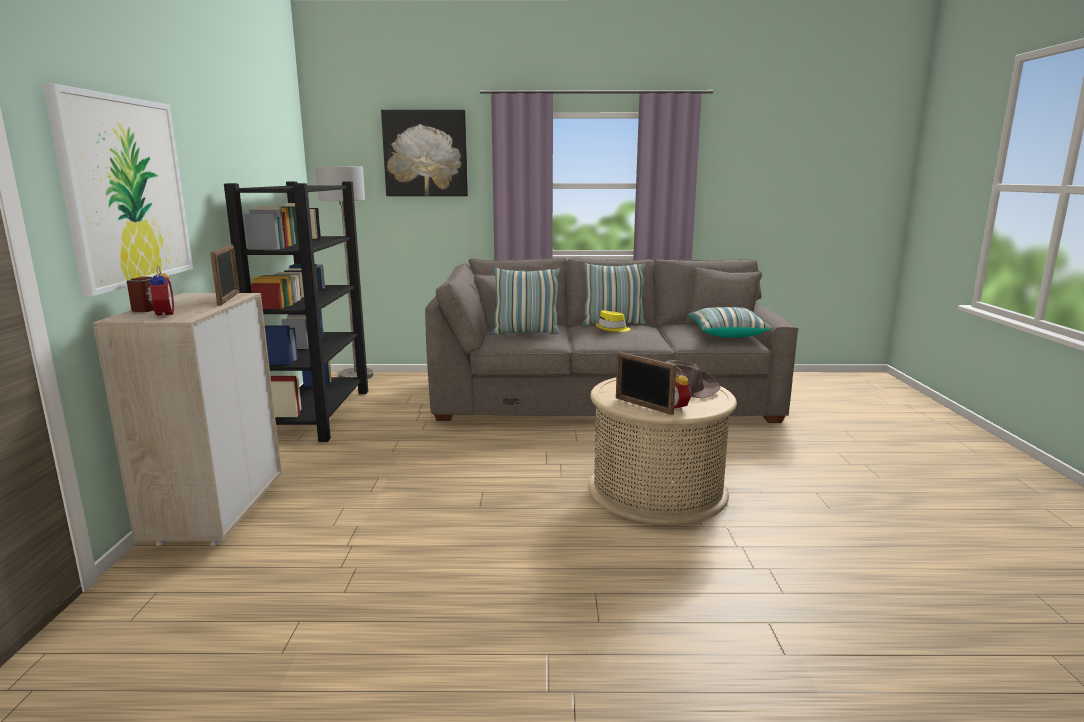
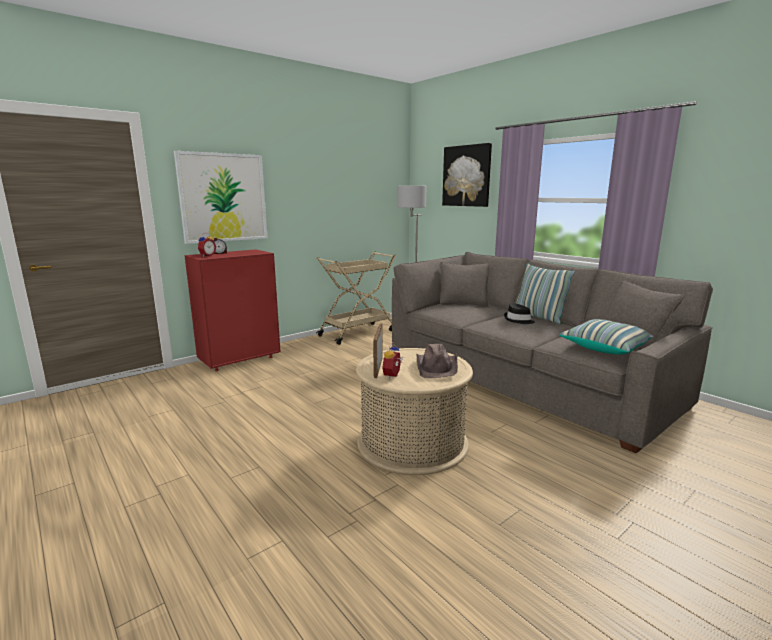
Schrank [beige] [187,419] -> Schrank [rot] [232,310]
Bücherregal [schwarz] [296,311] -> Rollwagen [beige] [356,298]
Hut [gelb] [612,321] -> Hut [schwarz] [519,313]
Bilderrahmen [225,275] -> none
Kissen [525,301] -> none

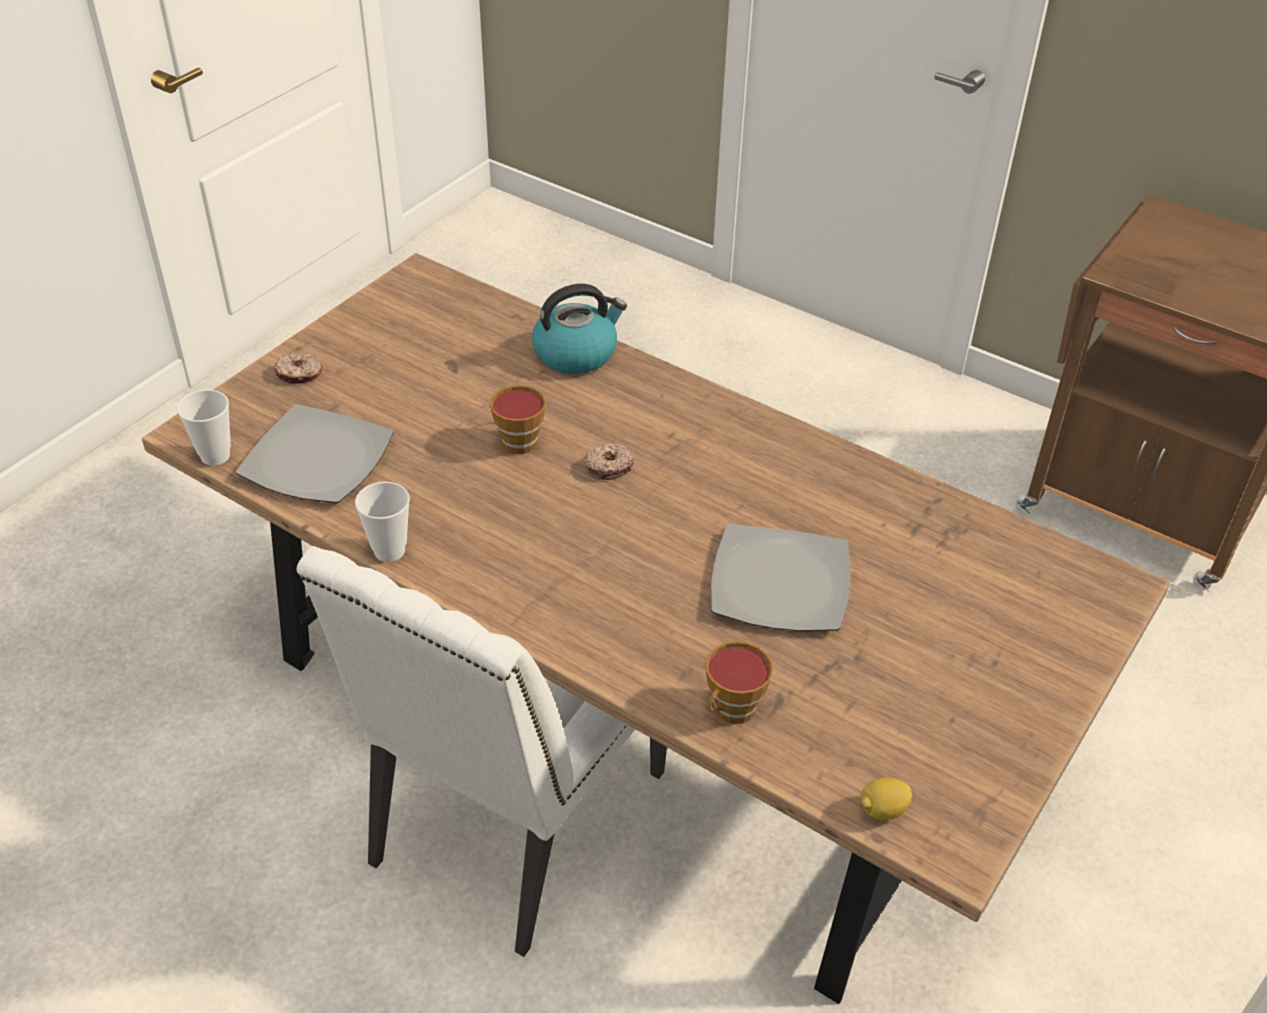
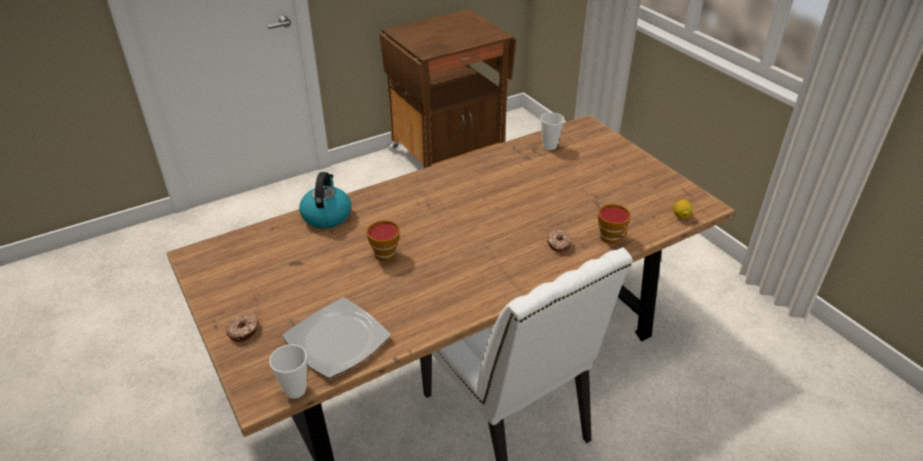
Tasse [382,522] -> Tasse [552,131], shifted
Donut [609,461] -> Donut [559,241], shifted
Teller [780,577] -> none

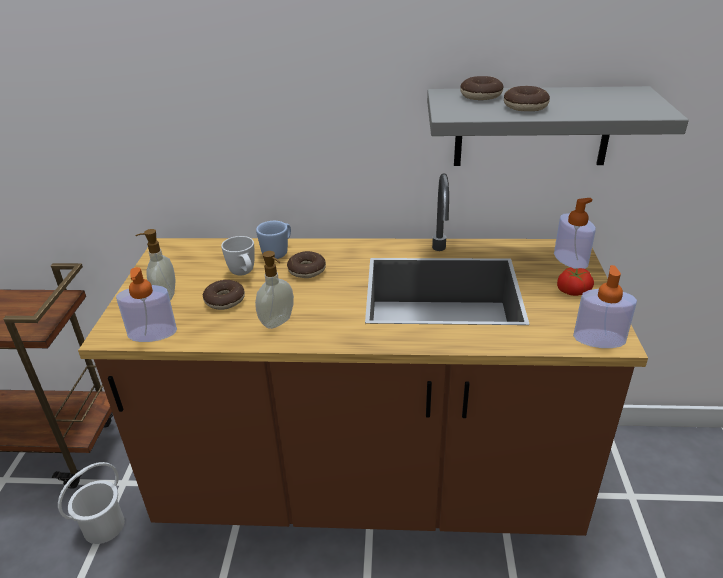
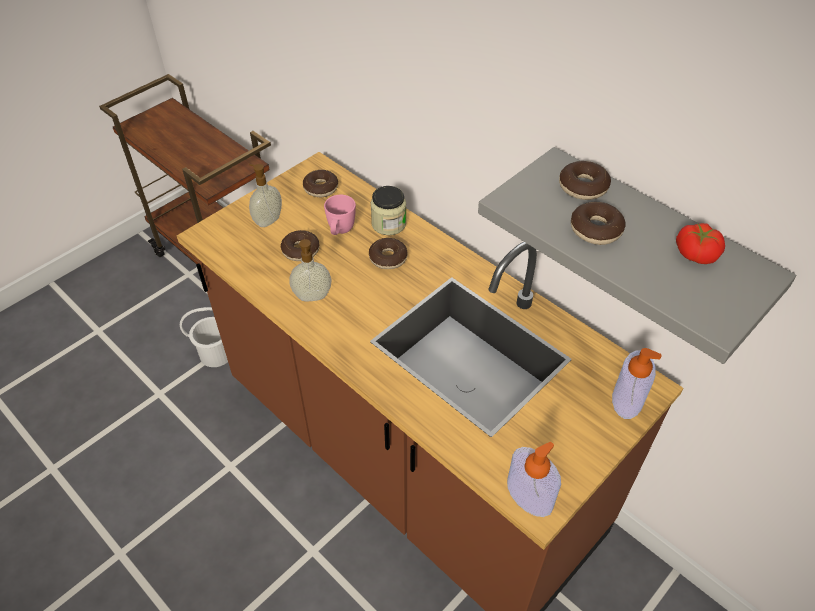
none -> Donut [320,183]
Henkelbecher [weiß] [238,255] -> Henkelbecher [rosa] [340,215]
Henkelbecher [blau] [273,240] -> Vorratsglas [388,210]
Tomate [575,281] -> Tomate [700,243], shifted
Seifenspender [146,304] -> none

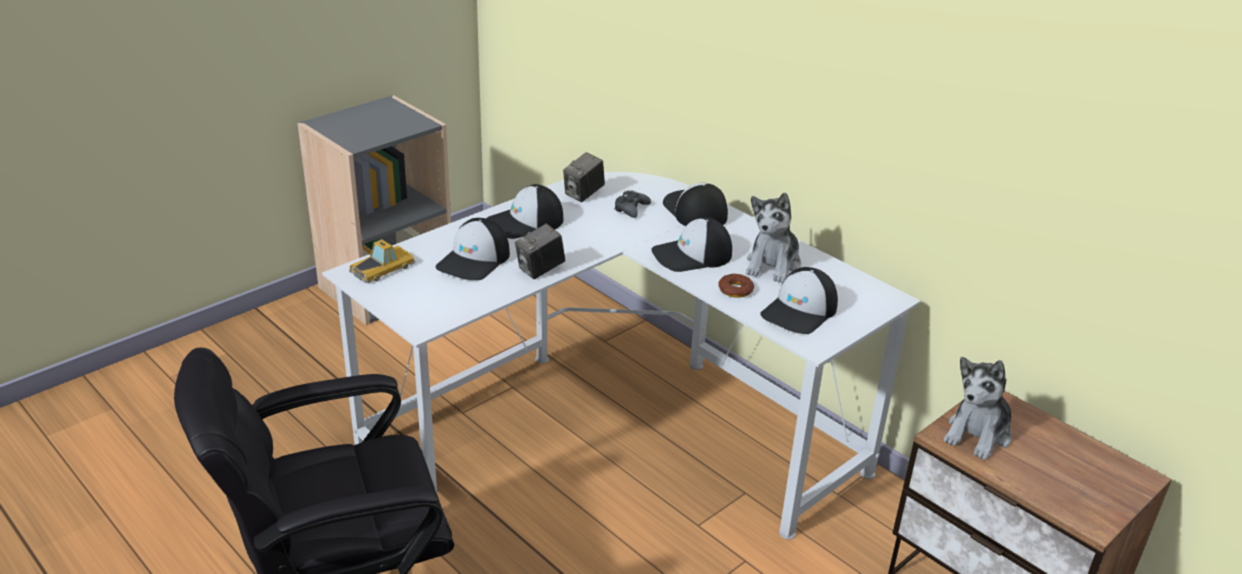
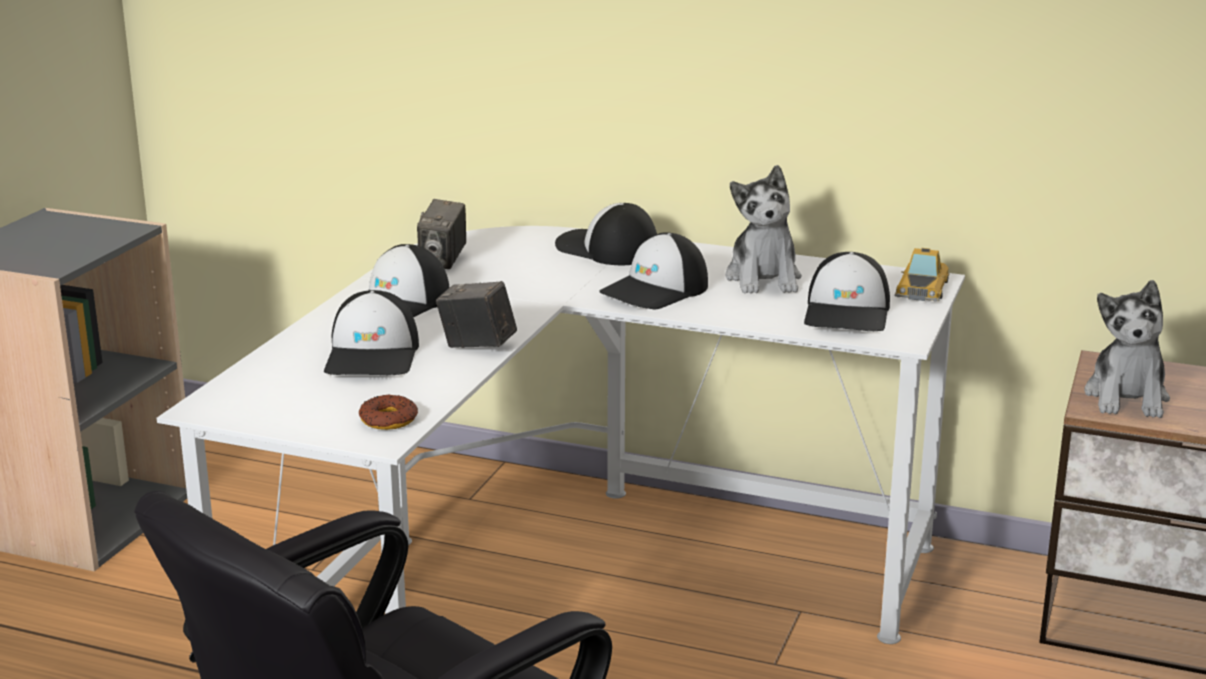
Donut [736,285] -> Donut [388,412], shifted
Kamera [540,251] -> Kamera [476,314], 90 degrees clockwise
Spielzeugauto [382,261] -> Spielzeugauto [922,274], shifted
Gamepad [schwarz] [632,204] -> none

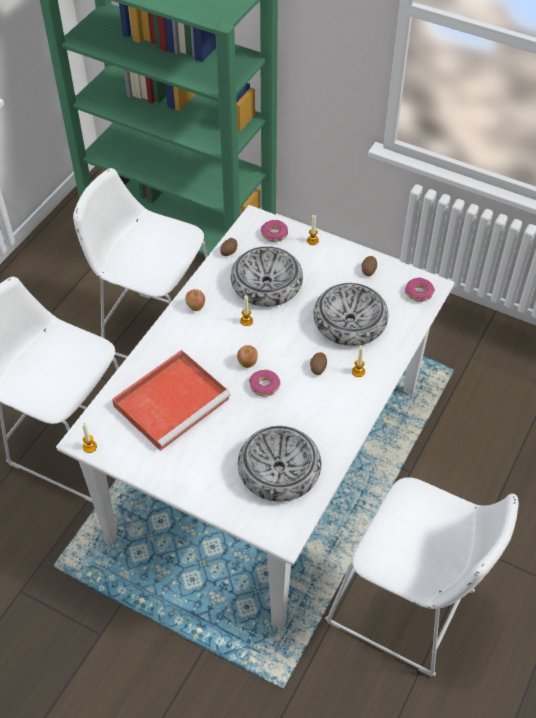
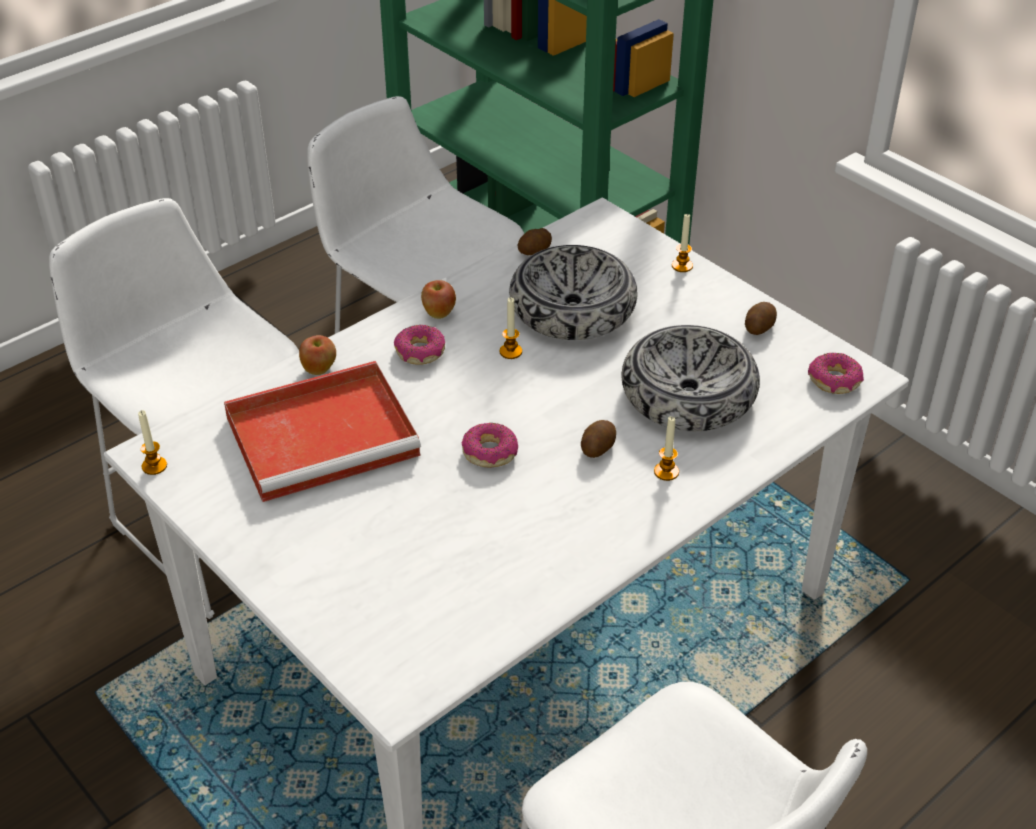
Apfel [247,356] -> Apfel [317,355], shifted
Donut [274,231] -> Donut [419,344], shifted
Schüssel [279,464] -> none

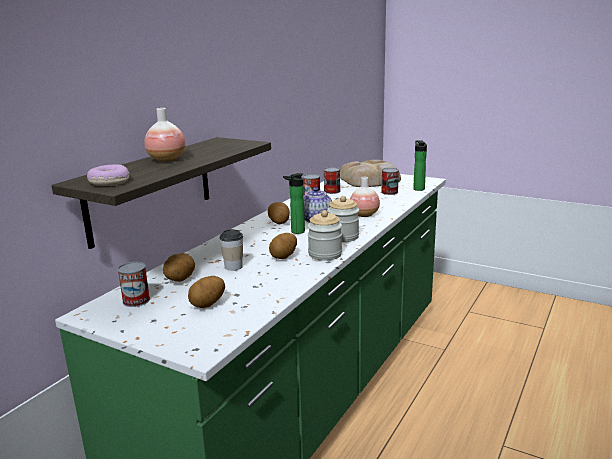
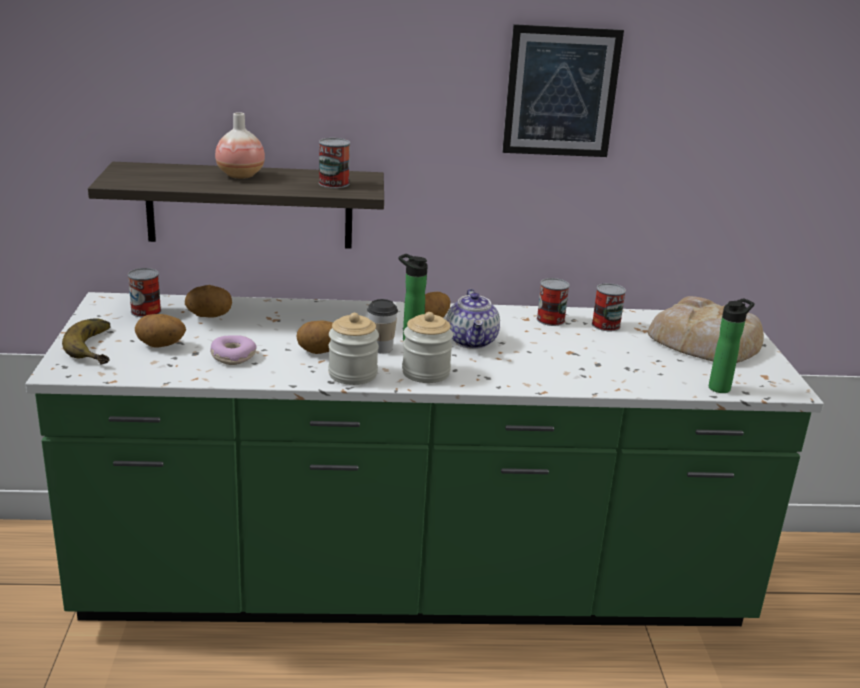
none -> Banane [86,341]
Donut [108,175] -> Donut [233,350], shifted
Dose [390,181] -> Dose [334,163], shifted
Tasse [231,250] -> Tasse [382,326], shifted
none -> Bild [563,90]
Vase [365,197] -> none

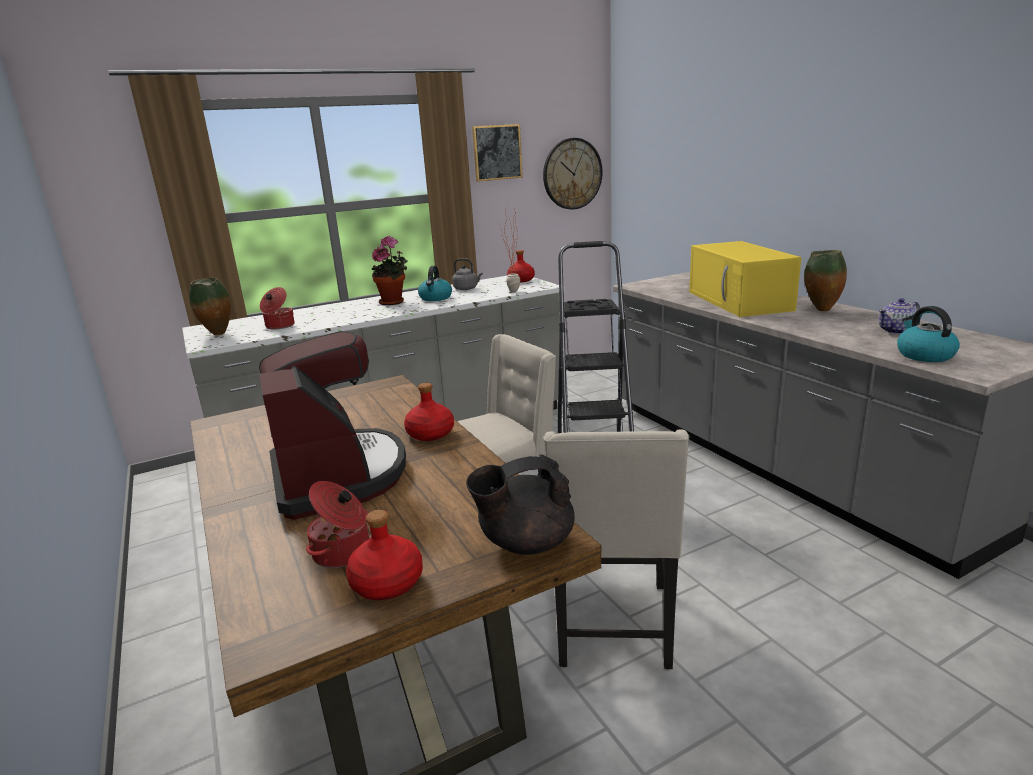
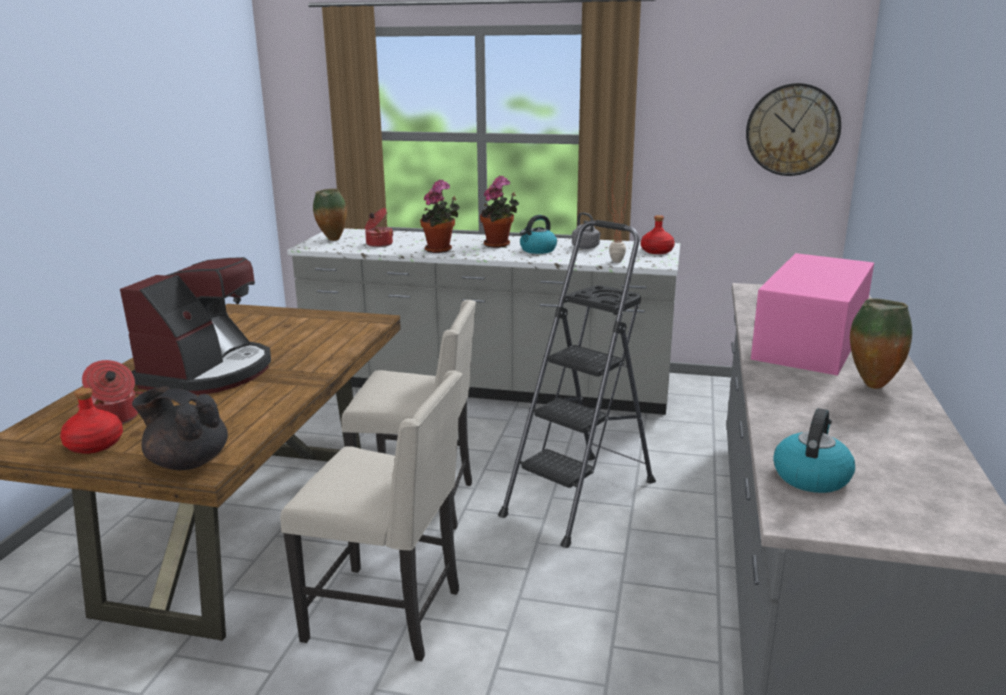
Stuhl [beige] [616,550] -> Stuhl [beige] [371,516], 120 degrees counterclockwise
none -> Topfpflanze [440,216]
Mikrowelle [gelb] [745,279] -> Mikrowelle [rosa] [812,314]
Flasche [rot] [429,412] -> none
Bild [497,153] -> none
Teekanne [899,316] -> none

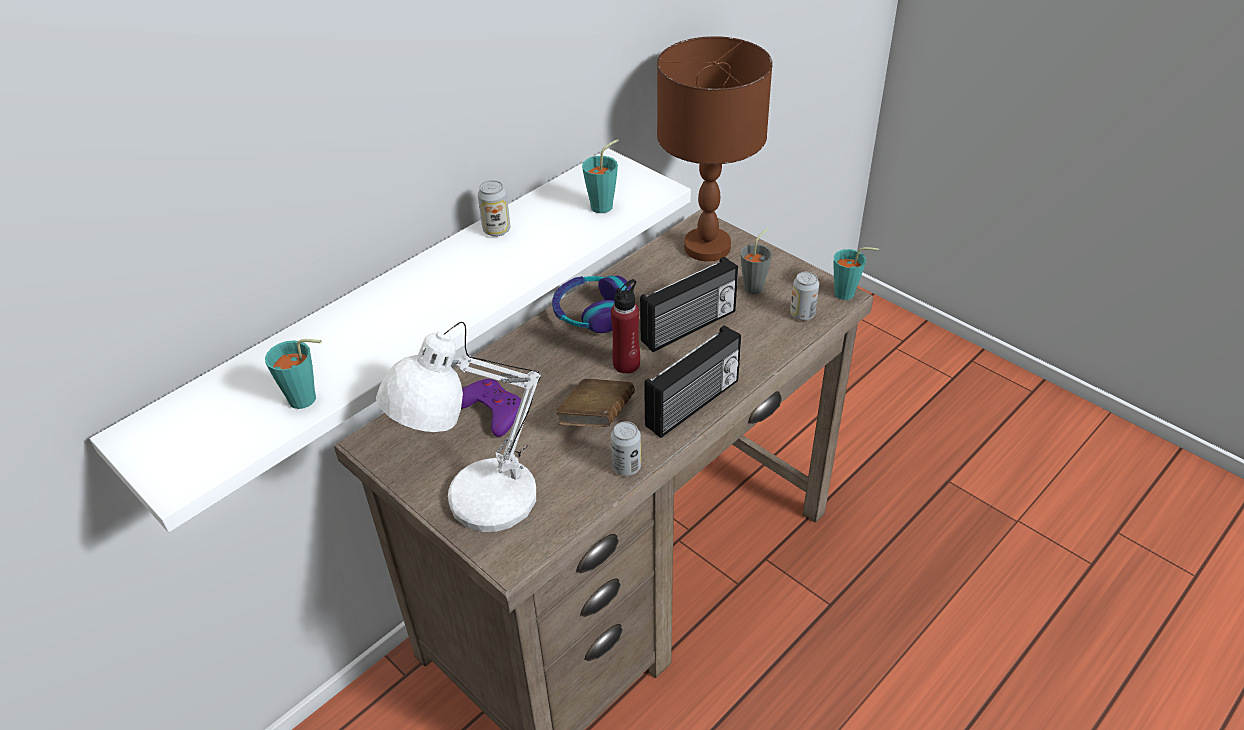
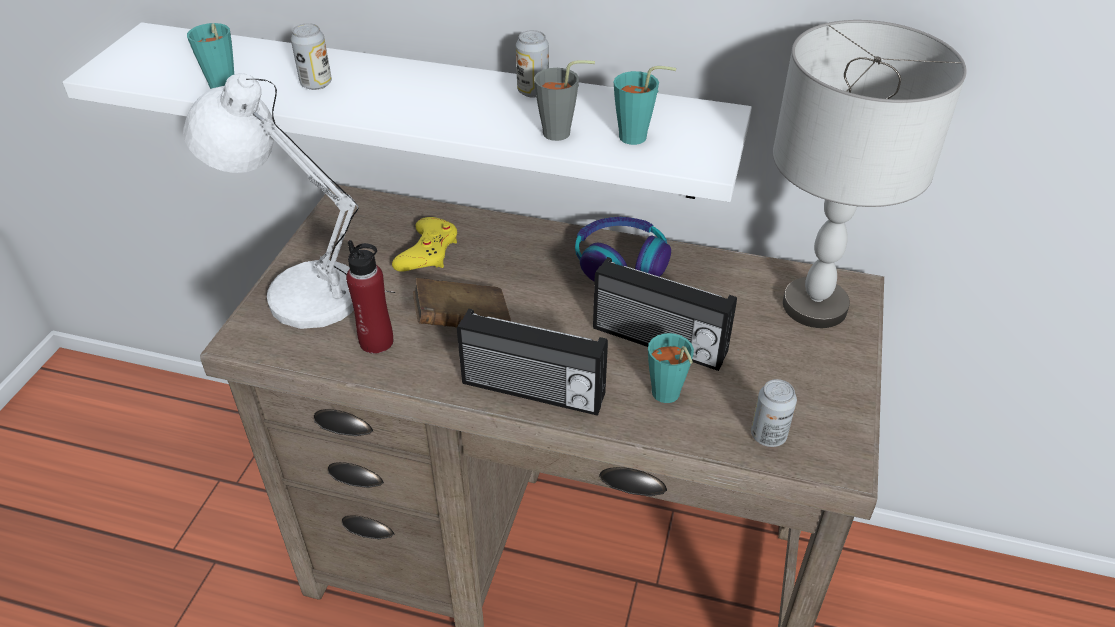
Dose [626,448] -> Dose [311,56], shifted
Flasche [rot] [625,326] -> Flasche [rot] [369,297], shifted
Gamepad [lila] [491,408] -> Gamepad [gelb] [424,244]
Tasse [grau] [756,261] -> Tasse [grau] [564,100], shifted
Tasse [türkis] [856,273] -> Tasse [türkis] [671,368], shifted
Tischlampe [braun] [715,149] -> Tischlampe [grau] [870,174]

